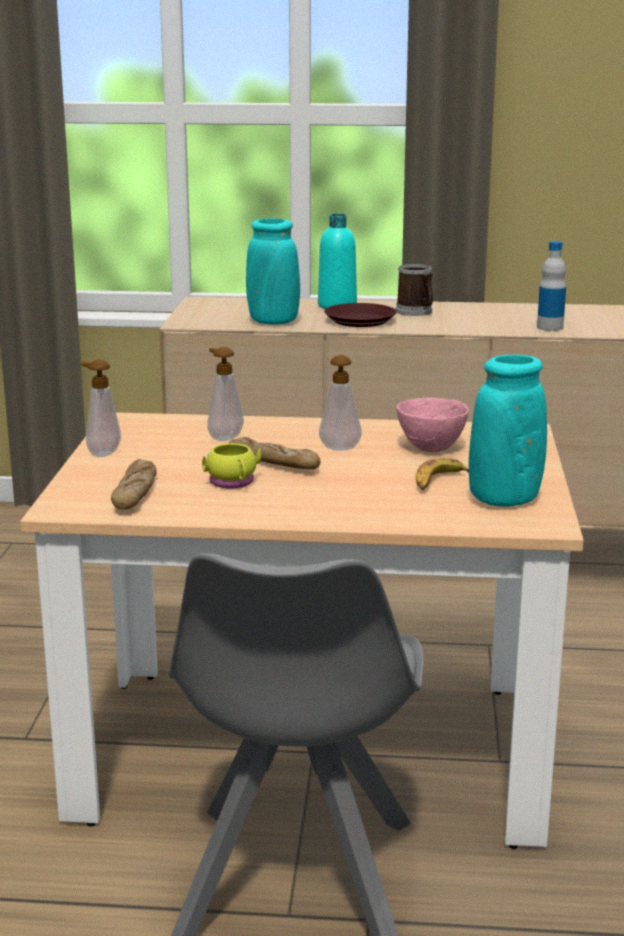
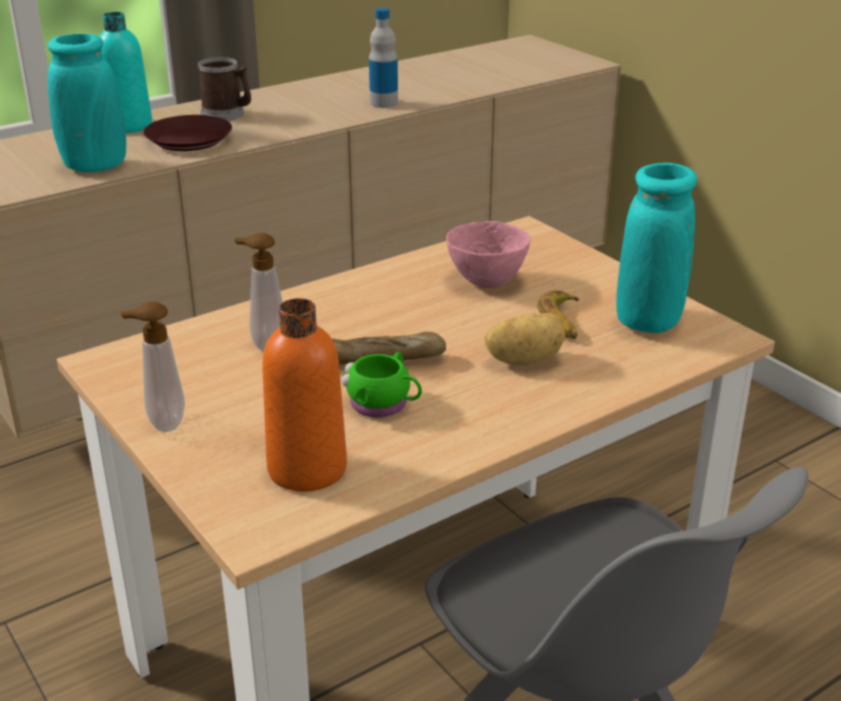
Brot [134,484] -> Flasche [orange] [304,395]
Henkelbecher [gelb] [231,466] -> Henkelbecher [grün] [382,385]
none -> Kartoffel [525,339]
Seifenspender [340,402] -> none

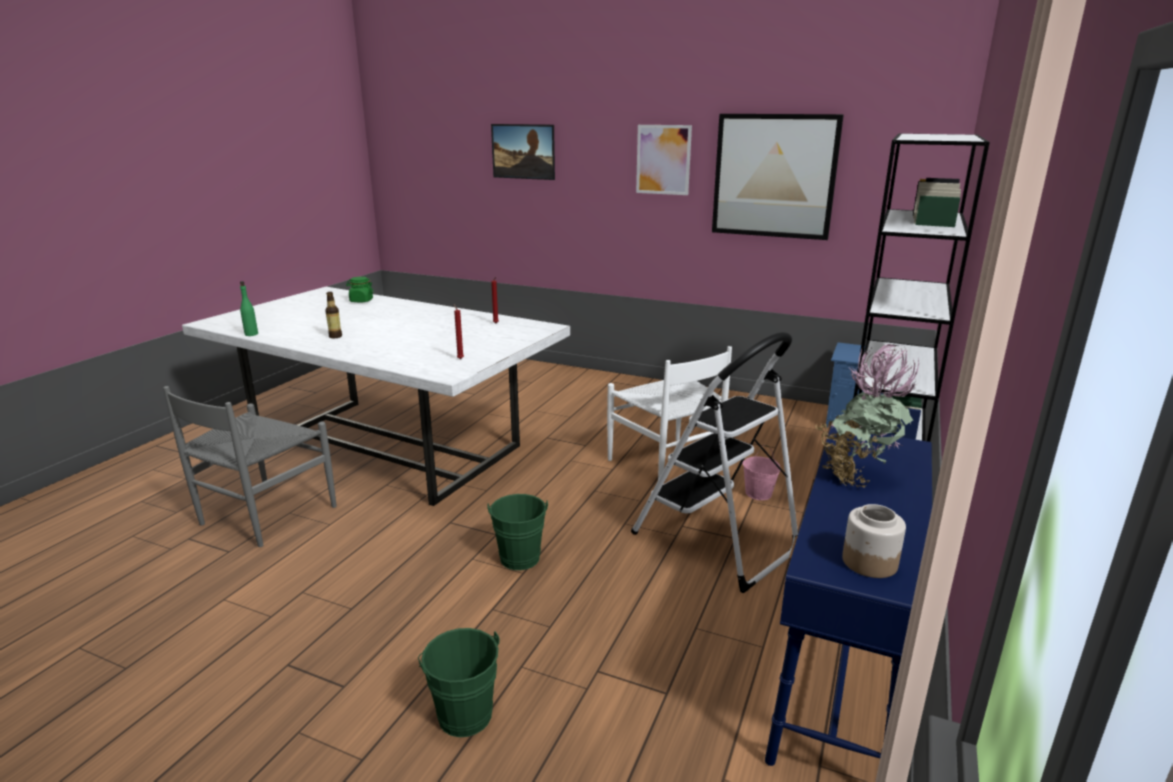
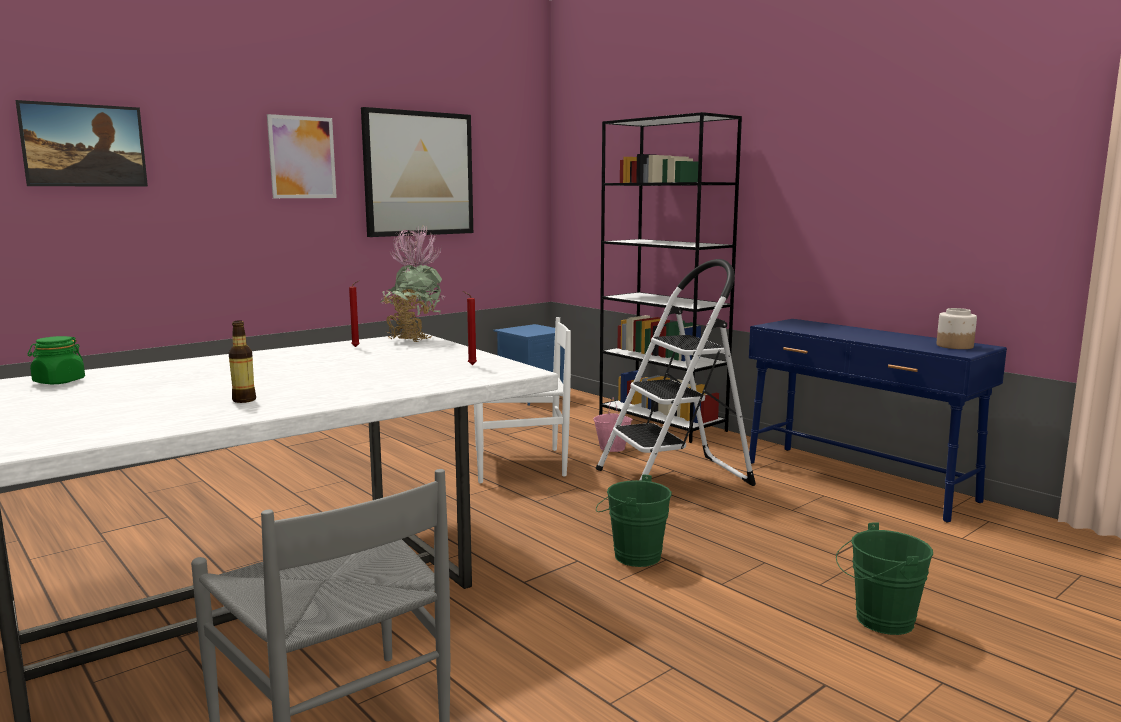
Topfpflanze [867,415] -> Topfpflanze [413,284], shifted
Flasche [grün] [249,308] -> none

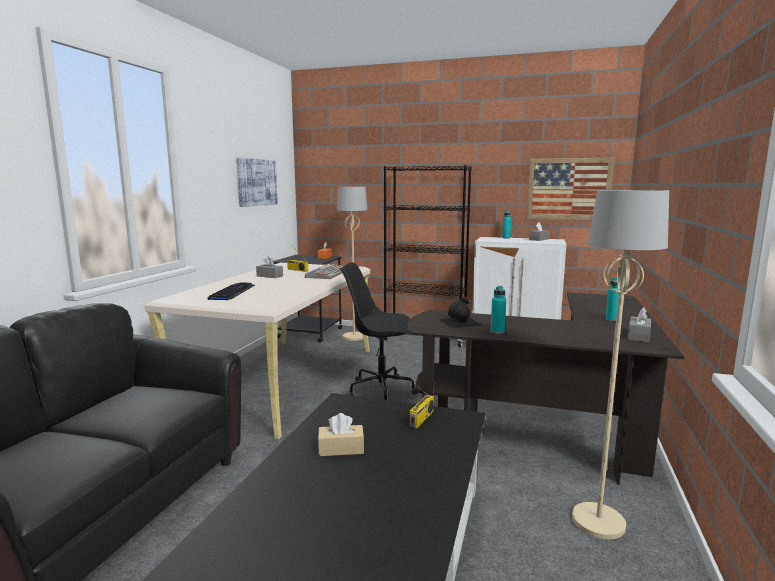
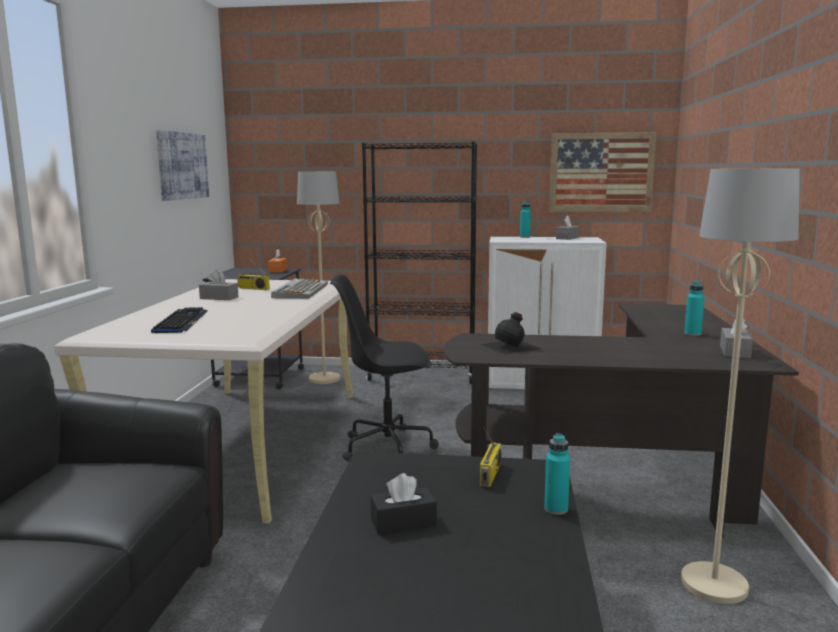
Taschentuchbox [beige] [341,434] -> Taschentuchbox [schwarz] [404,503]
Flasche [türkis] [498,310] -> Flasche [türkis] [557,474], shifted

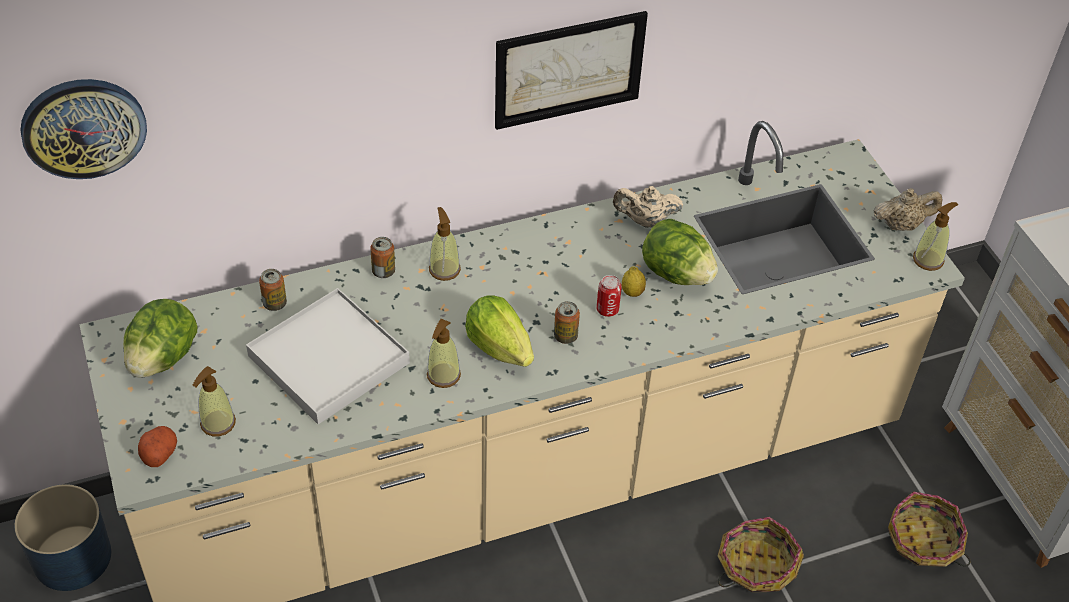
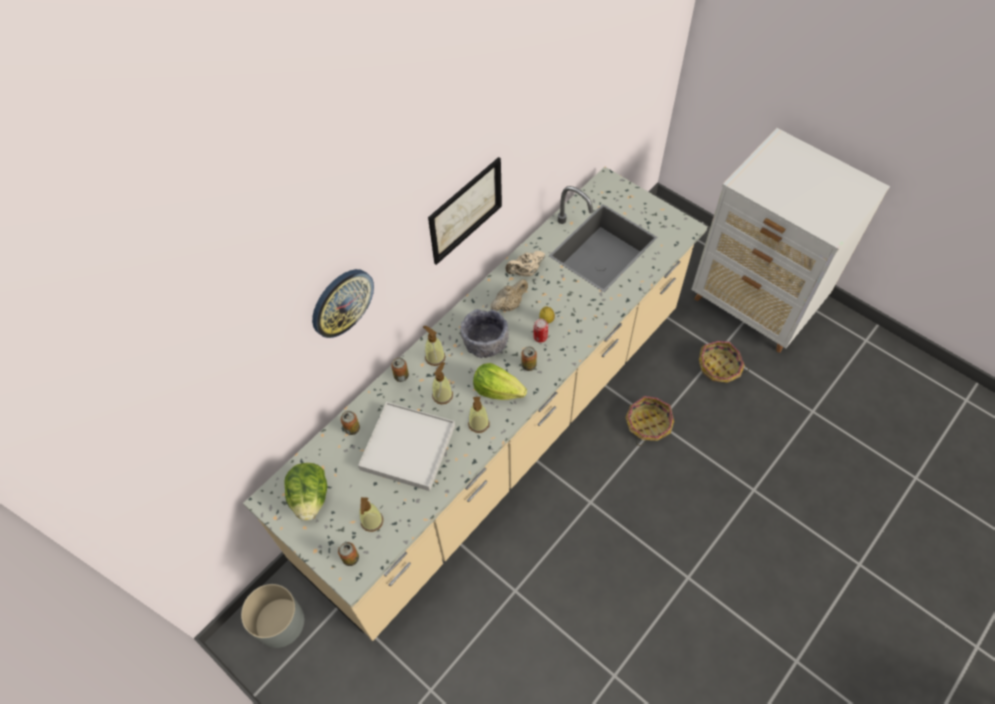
Pflanzkübel [blau] [62,537] -> Pflanzkübel [grau] [272,616]
Wanduhr [83,129] -> Wanduhr [343,303], shifted
Kartoffel [157,446] -> Dose [348,554]
Seifenspender [935,236] -> Seifenspender [442,383], shifted
none -> Schüssel [grau] [484,333]
Teekanne [beige] [907,209] -> Teekanne [beige] [509,295], shifted
Salatkopf [680,252] -> none

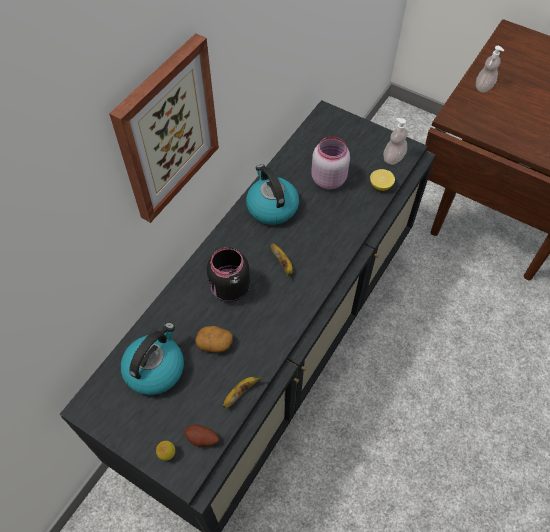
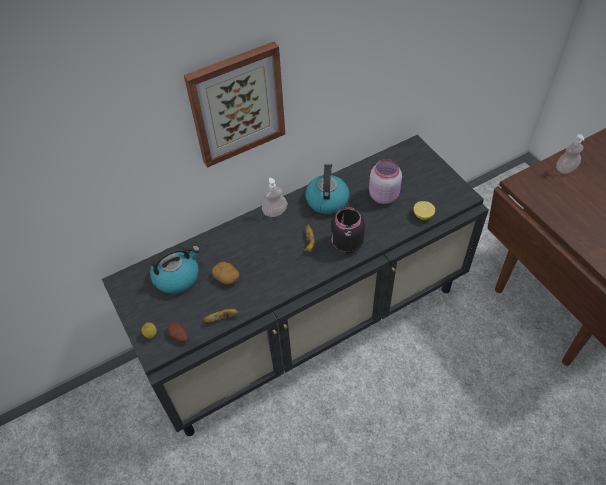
Seifenspender [395,141] -> Seifenspender [275,197], shifted
Vorratsglas [schwarz] [228,274] -> Vorratsglas [schwarz] [348,230], shifted

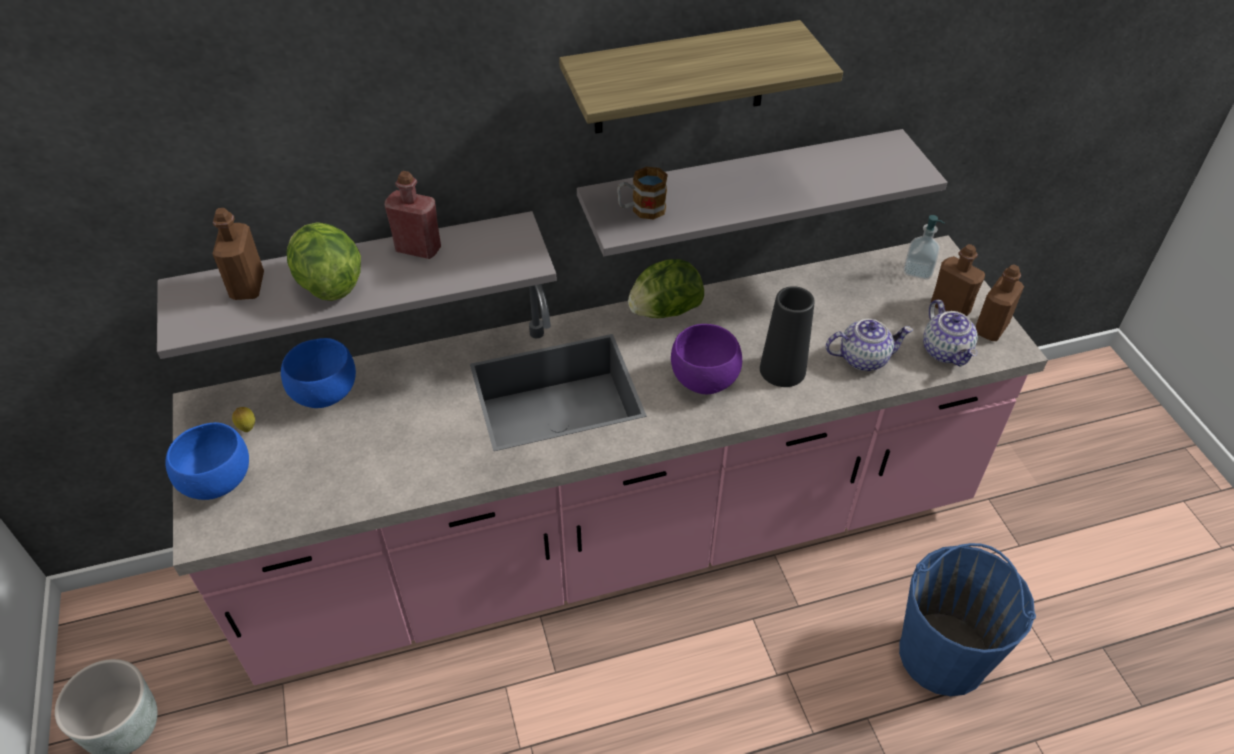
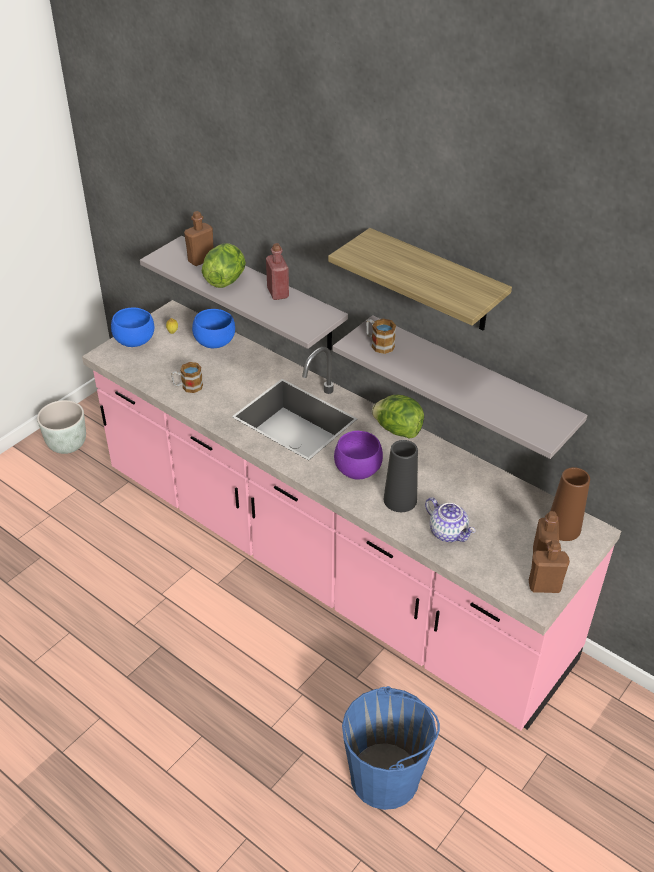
none -> Henkelbecher [187,377]
Seifenspender [924,247] -> Vase [braun] [570,504]
Teekanne [950,333] -> none

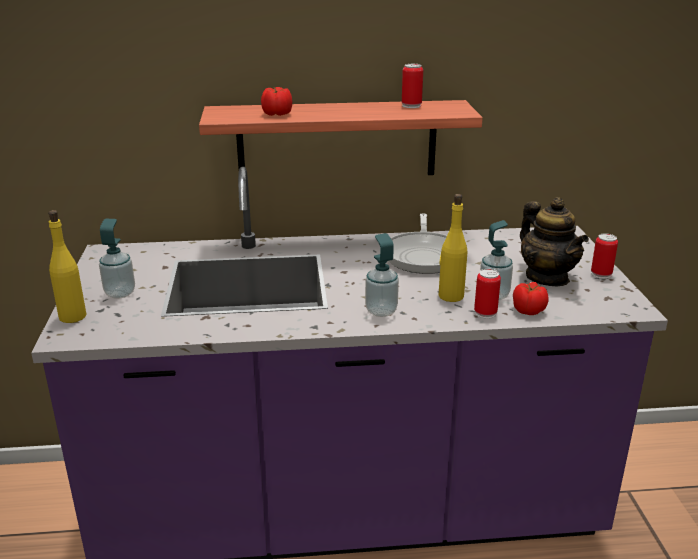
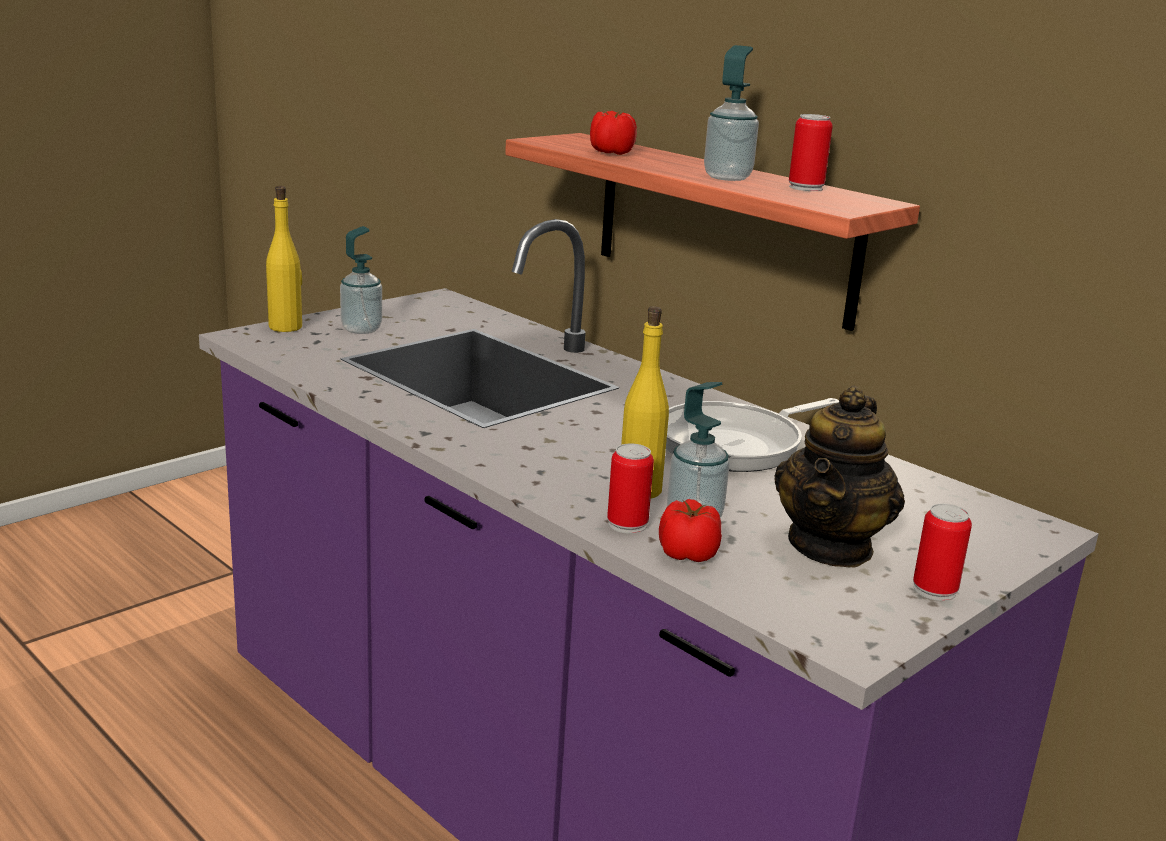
Seifenspender [382,275] -> Seifenspender [731,113], shifted

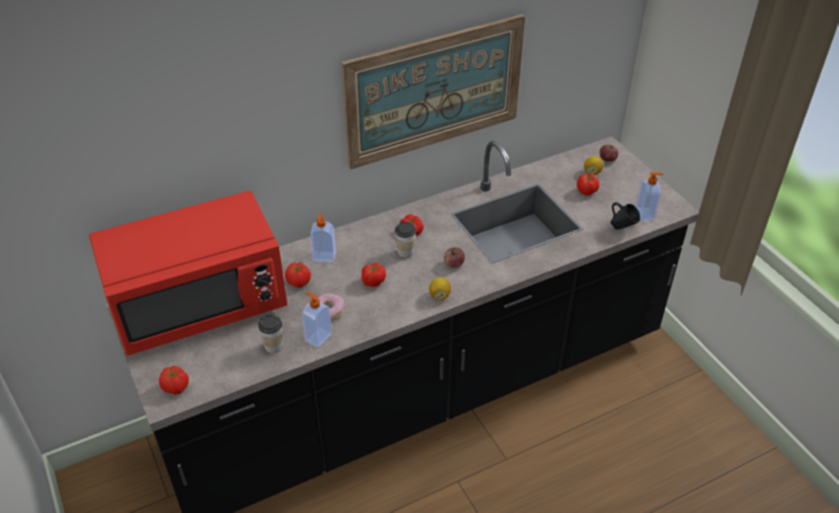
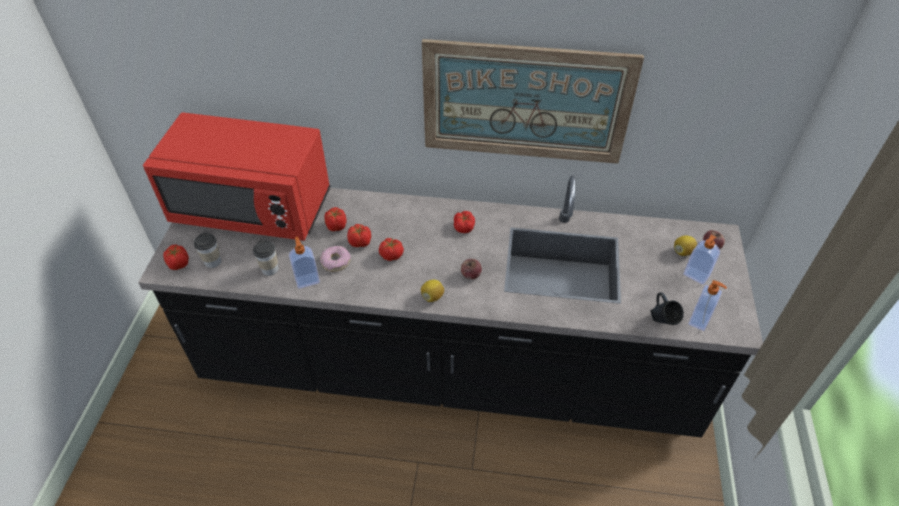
Tasse [405,240] -> Tasse [207,250], shifted
Tomate [588,184] -> Tomate [359,235], shifted
Seifenspender [323,238] -> Seifenspender [702,259], shifted

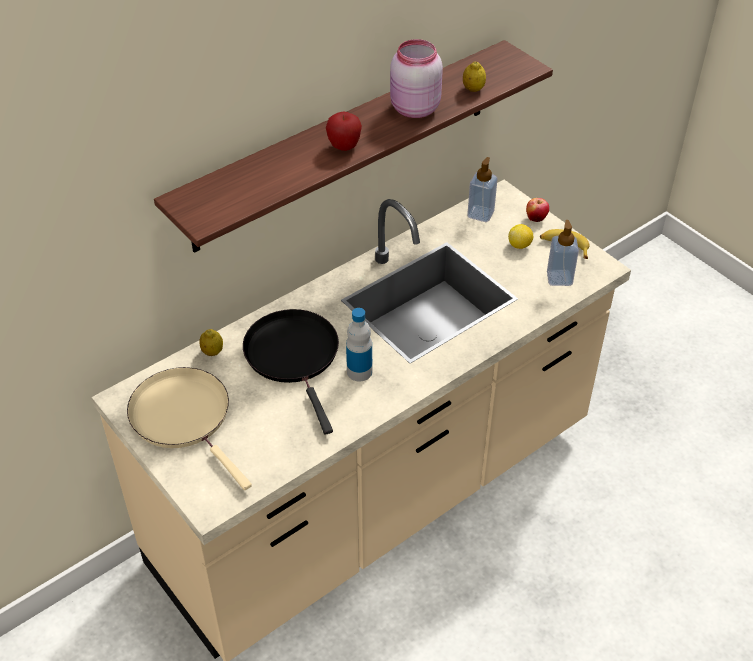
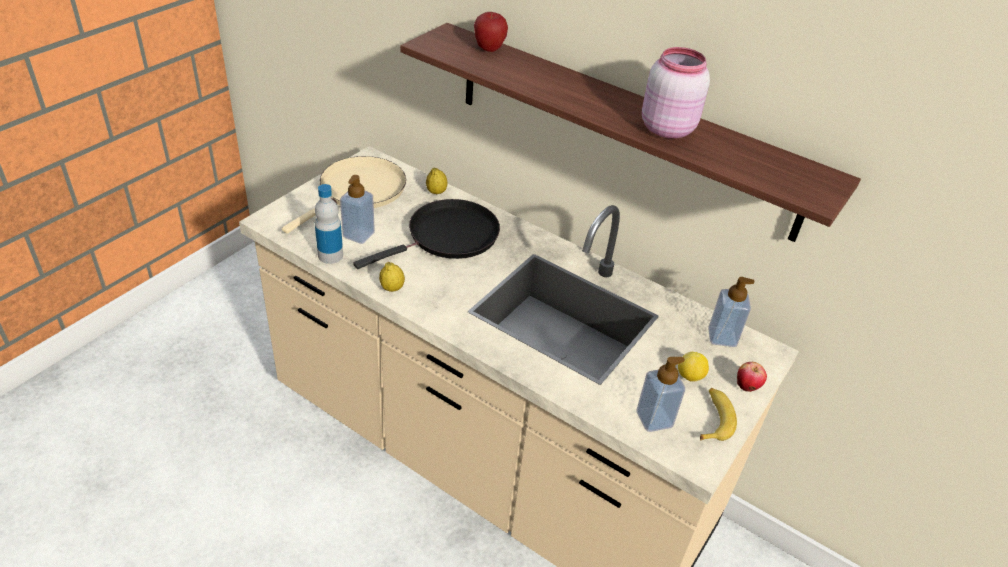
Flasche [359,345] -> Flasche [329,224], shifted
none -> Seifenspender [357,209]
Zitrone [474,77] -> Zitrone [392,277], shifted
Apfel [344,131] -> Apfel [491,32], shifted

